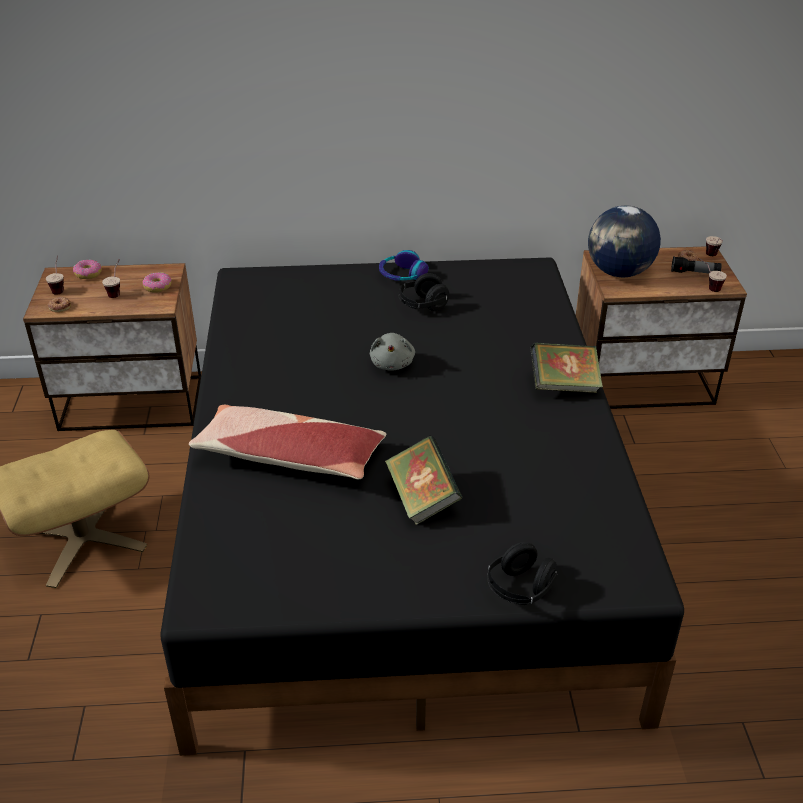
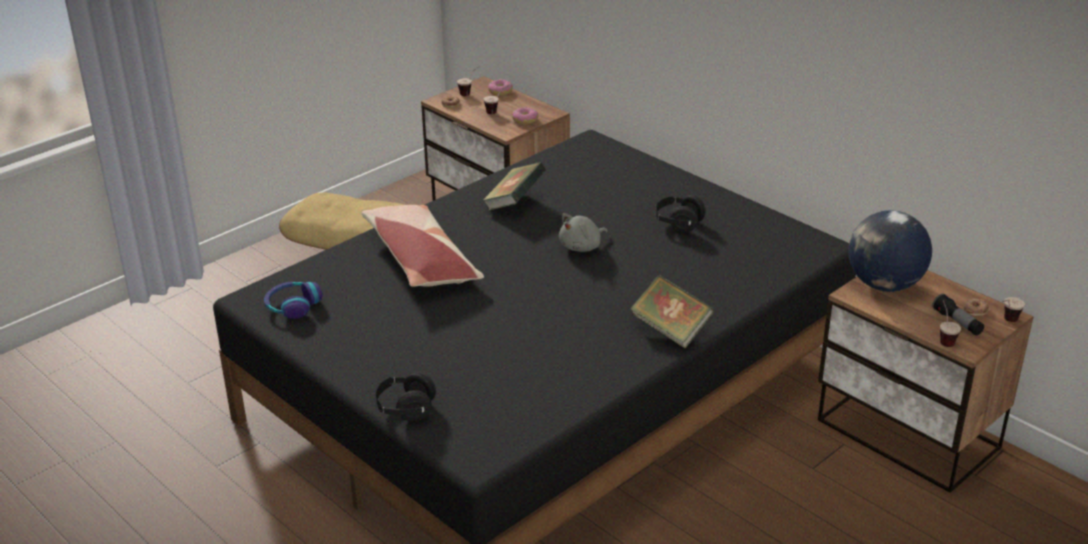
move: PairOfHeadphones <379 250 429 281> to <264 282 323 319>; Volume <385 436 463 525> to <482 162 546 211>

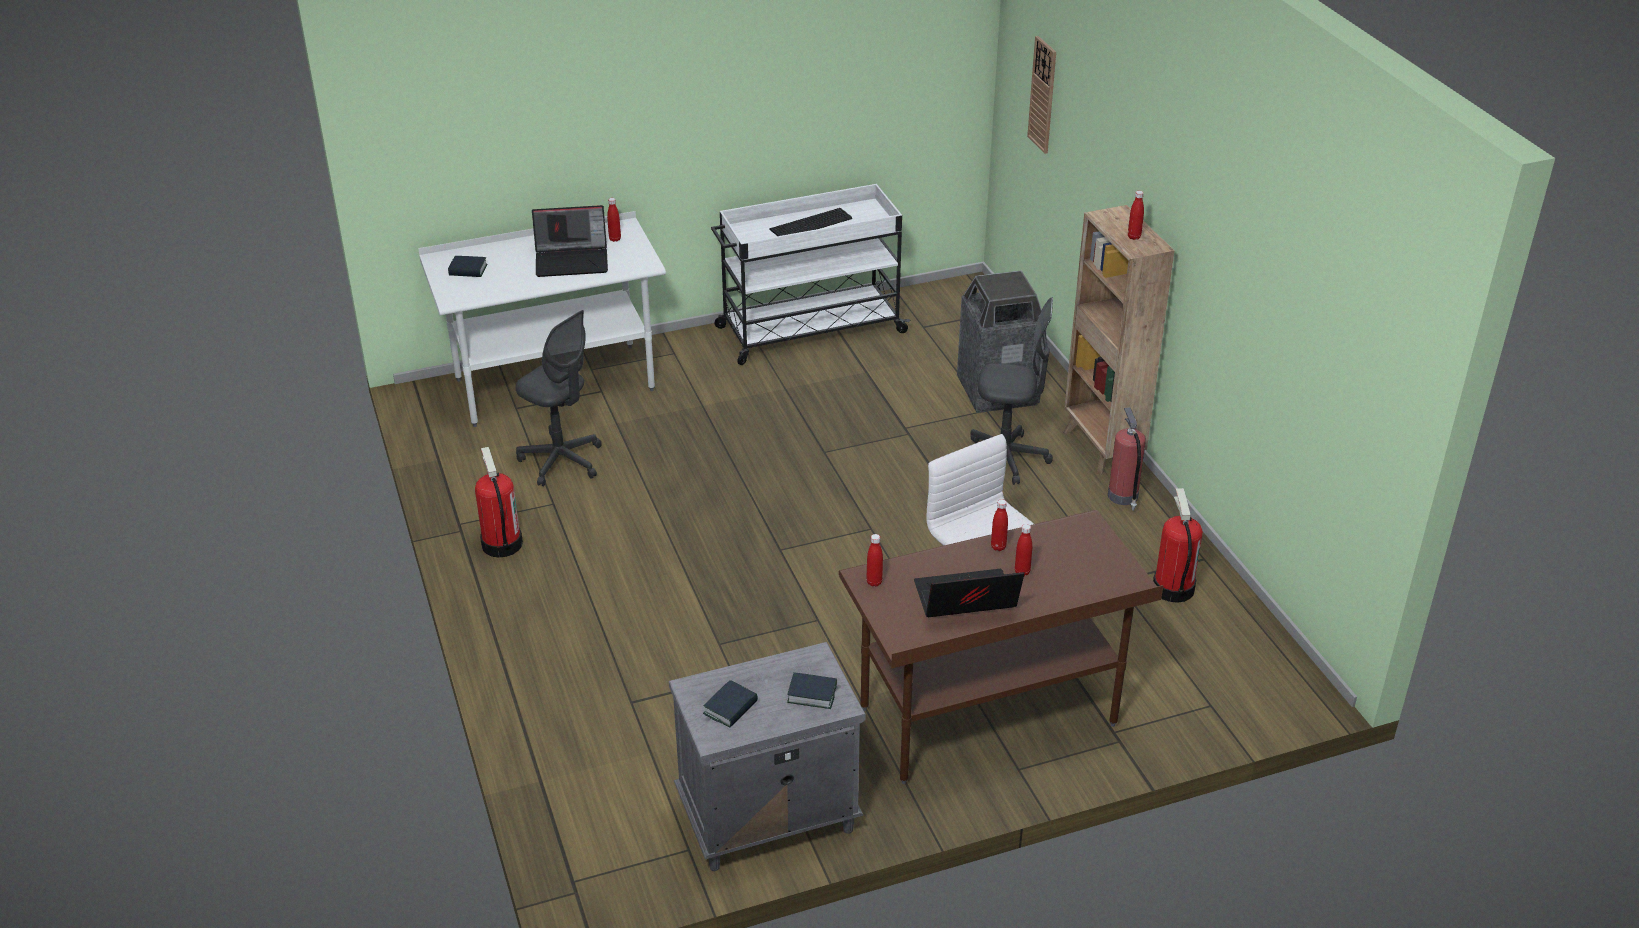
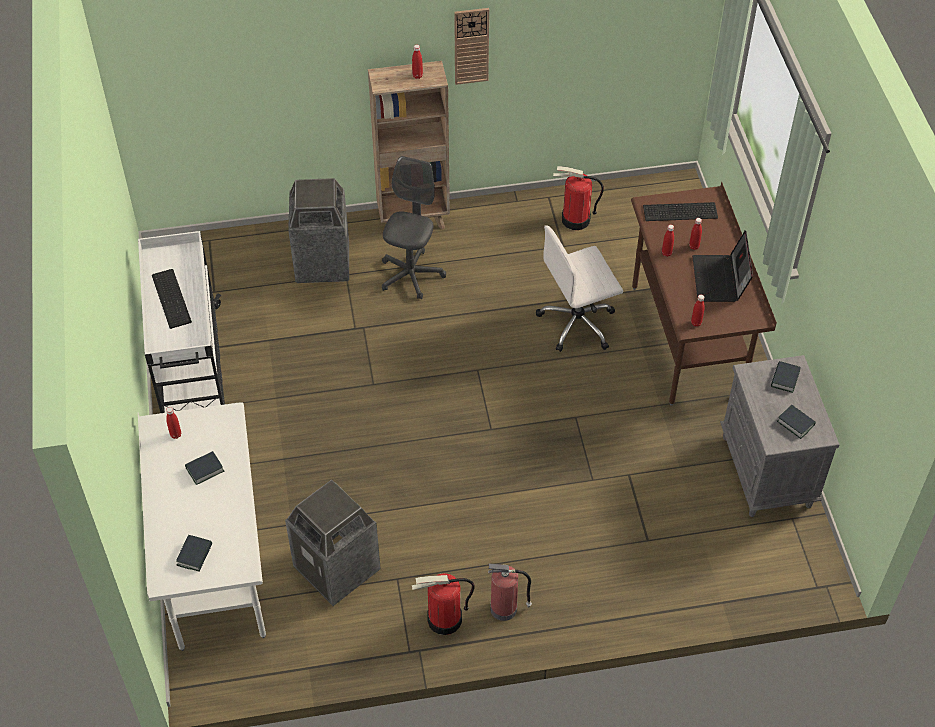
insert: Keyboard <643 202 718 221>
move: HangingClock <1027 36 1056 154> to <454 8 489 85>; FireExtinguisher <1108 407 1146 511> to <488 563 532 621>
replace: GreyishDeskChair <515 310 602 486> to RubbishBin <285 480 381 606>; PortableComputer <532 205 608 277> to Volume <185 451 224 485>

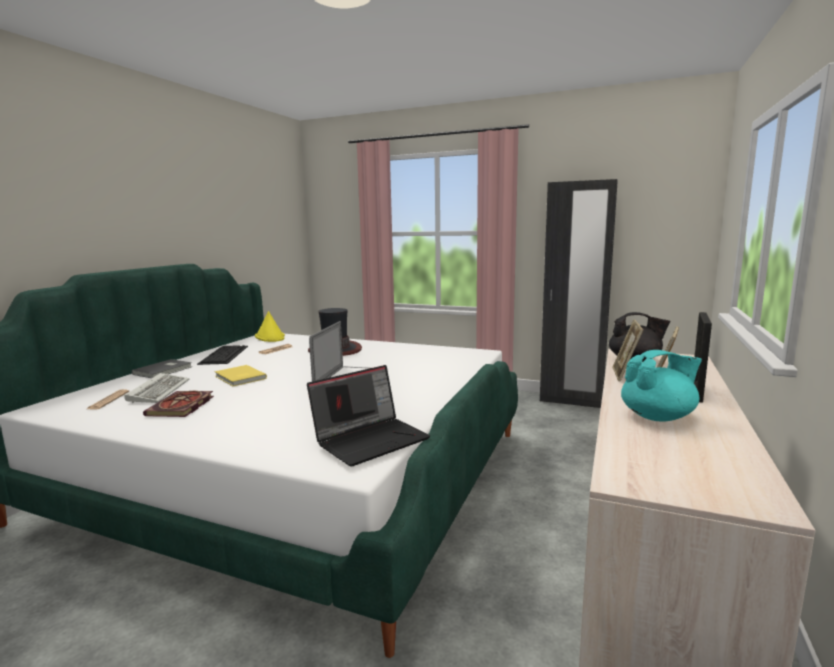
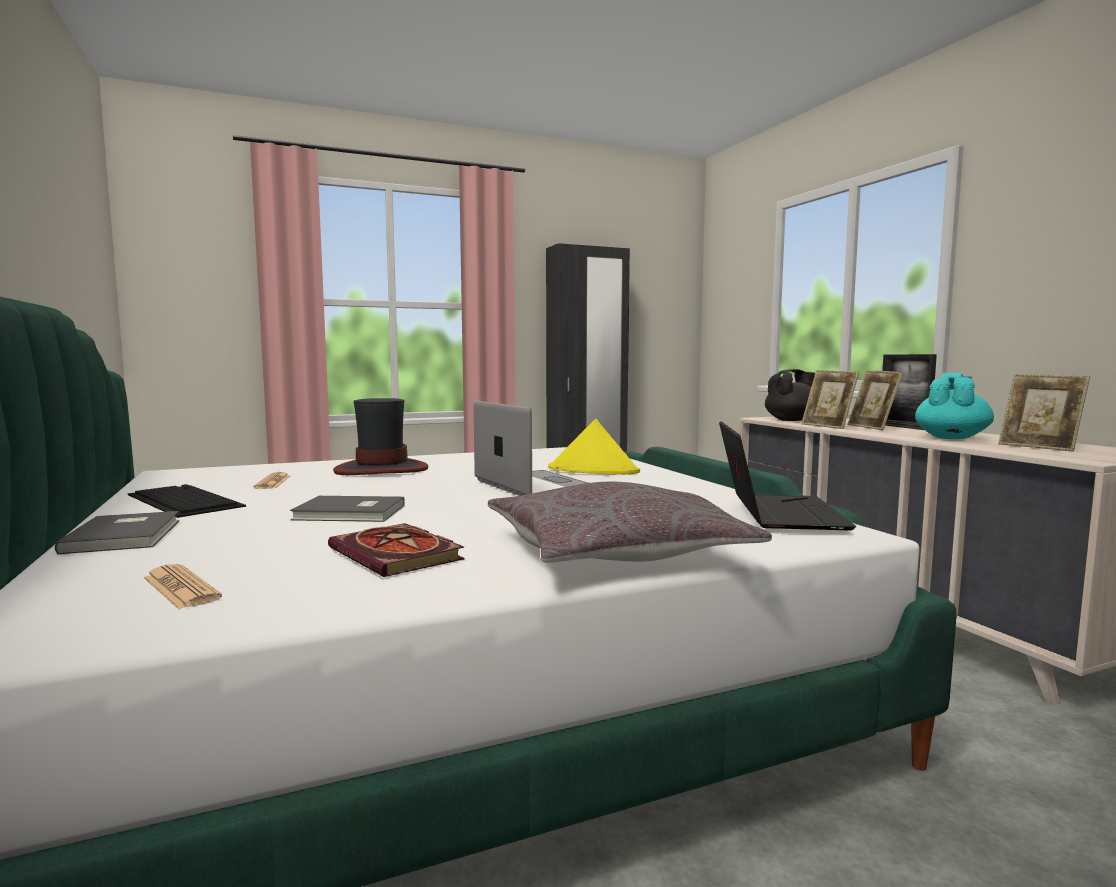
delete: Keyboard <124 373 190 403>
insert: GreyishThrowPillow <488 482 772 563>; StandingFrame <998 374 1090 452>
move: YellowColouredClothingHat <255 311 285 342> to <548 419 640 475>
recolor: YellowColouredVolume <214 365 267 386> to GreyishVolume <290 496 405 522>

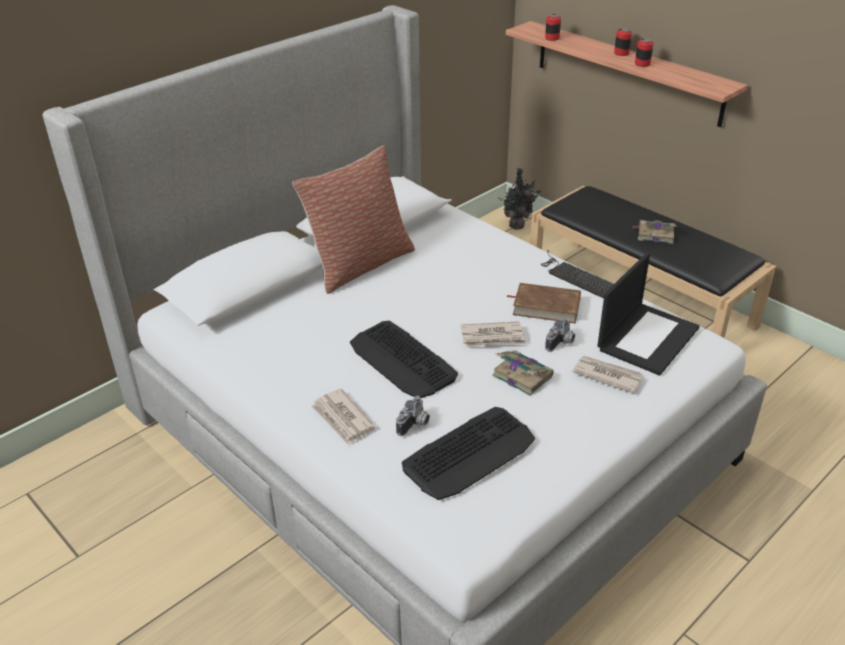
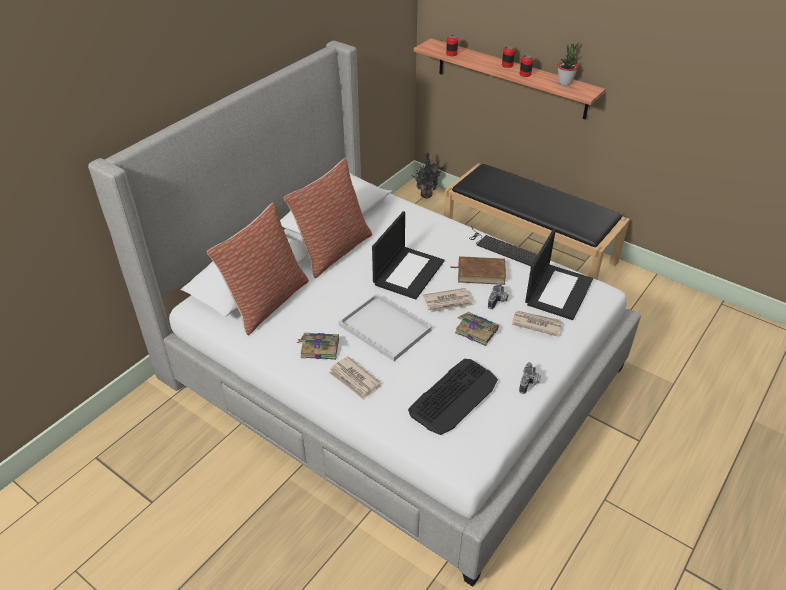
insert: ThrowPillow <207 202 309 335>; PortableComputer <372 211 444 300>; PottedPlant <557 42 579 85>
move: PhotoCamera <396 396 430 436> to <519 362 541 394>; Volume <633 220 677 244> to <296 333 339 360>
replace: Keyboard <350 321 458 398> to WhiteCarryingTray <338 293 432 361>

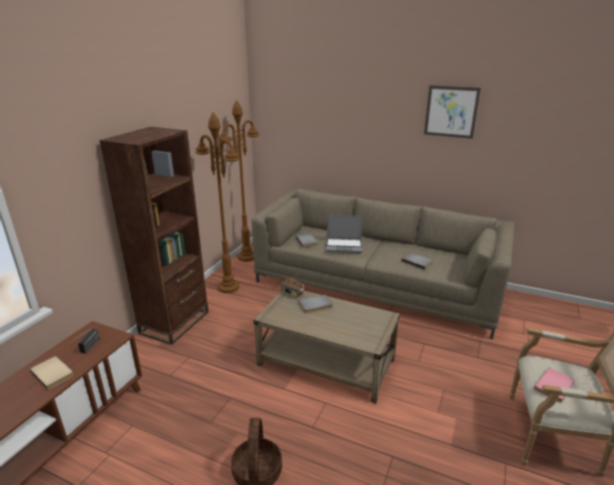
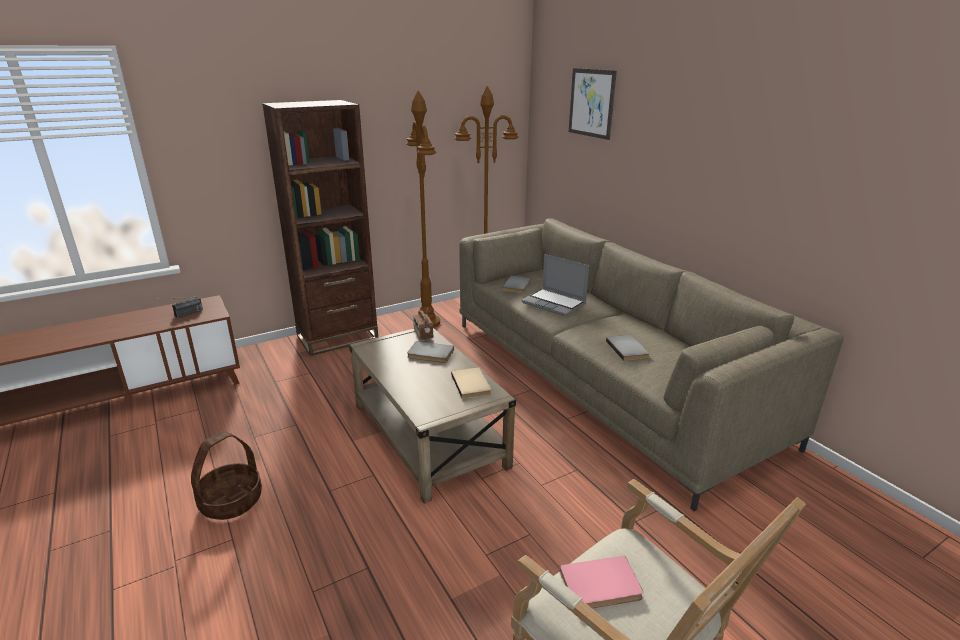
move: BeigeColouredVolume <30 356 73 390> to <451 367 491 399>; WallArt <424 85 481 139> to <569 68 617 140>

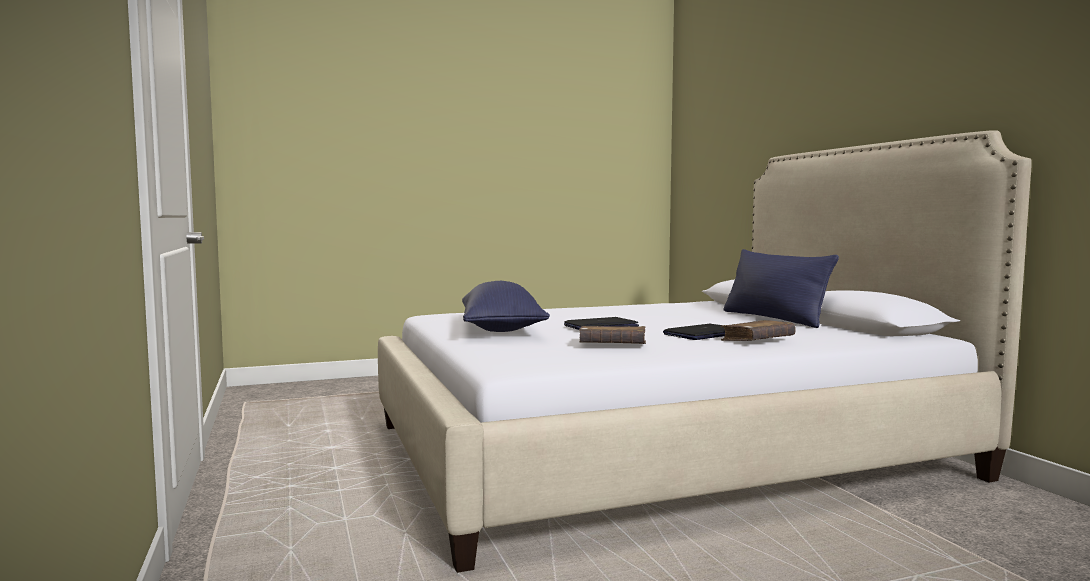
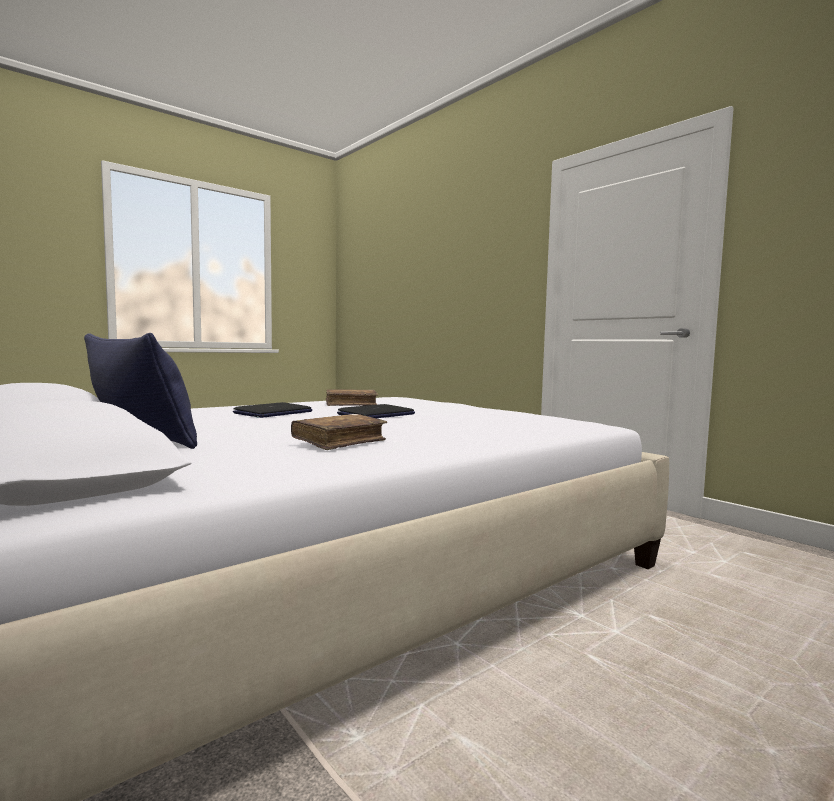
delete: BlueColouredThrowPillow <462 281 550 332>
move: BrownVolume <720 320 796 341> to <291 414 387 450>

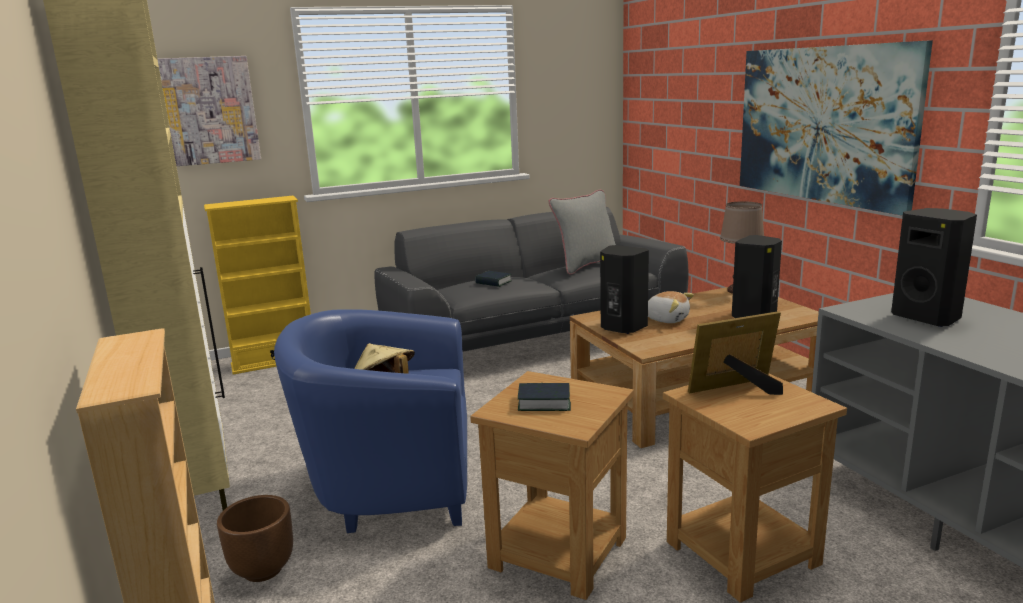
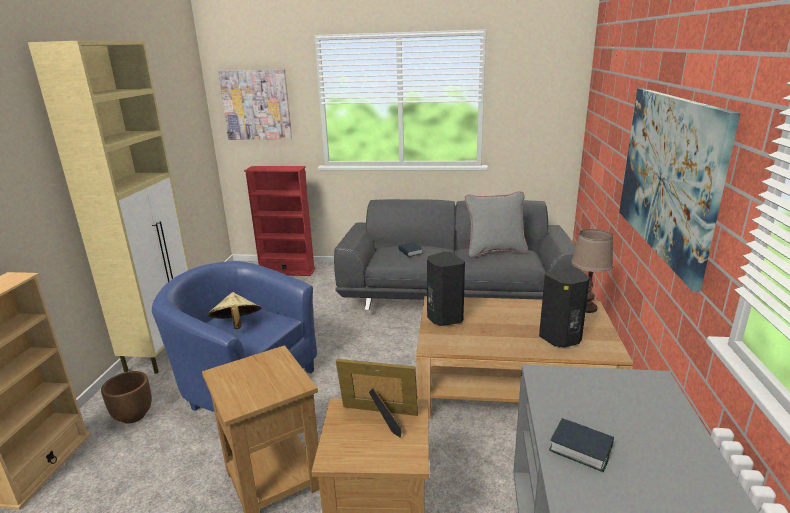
delete: PlushToy <648 291 694 323>; BlackishLoudspeaker <891 208 977 327>
move: Volume <518 383 571 411> to <549 418 614 472>
recolor: YellowColouredShelvingUnit <204 196 311 374> to ReddishShelvingUnit <244 166 315 276>

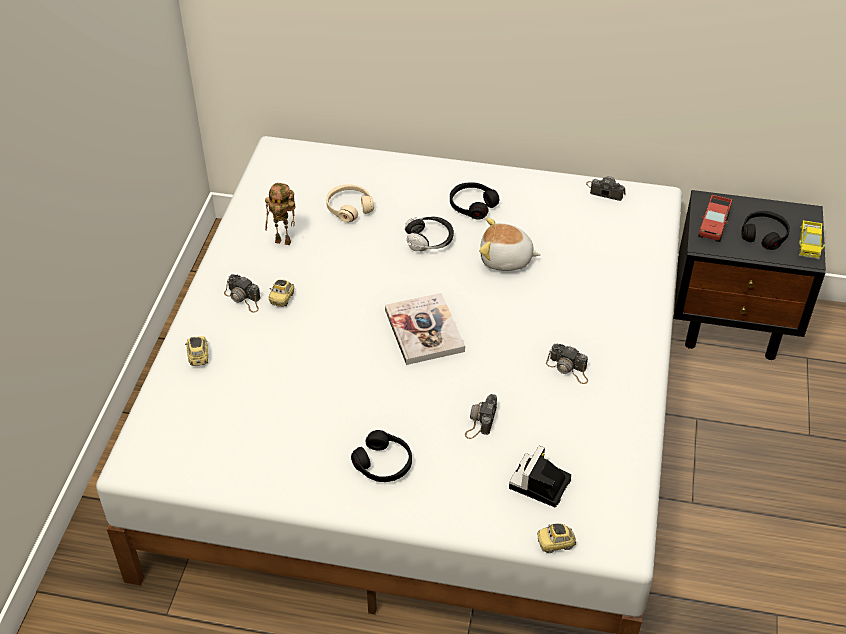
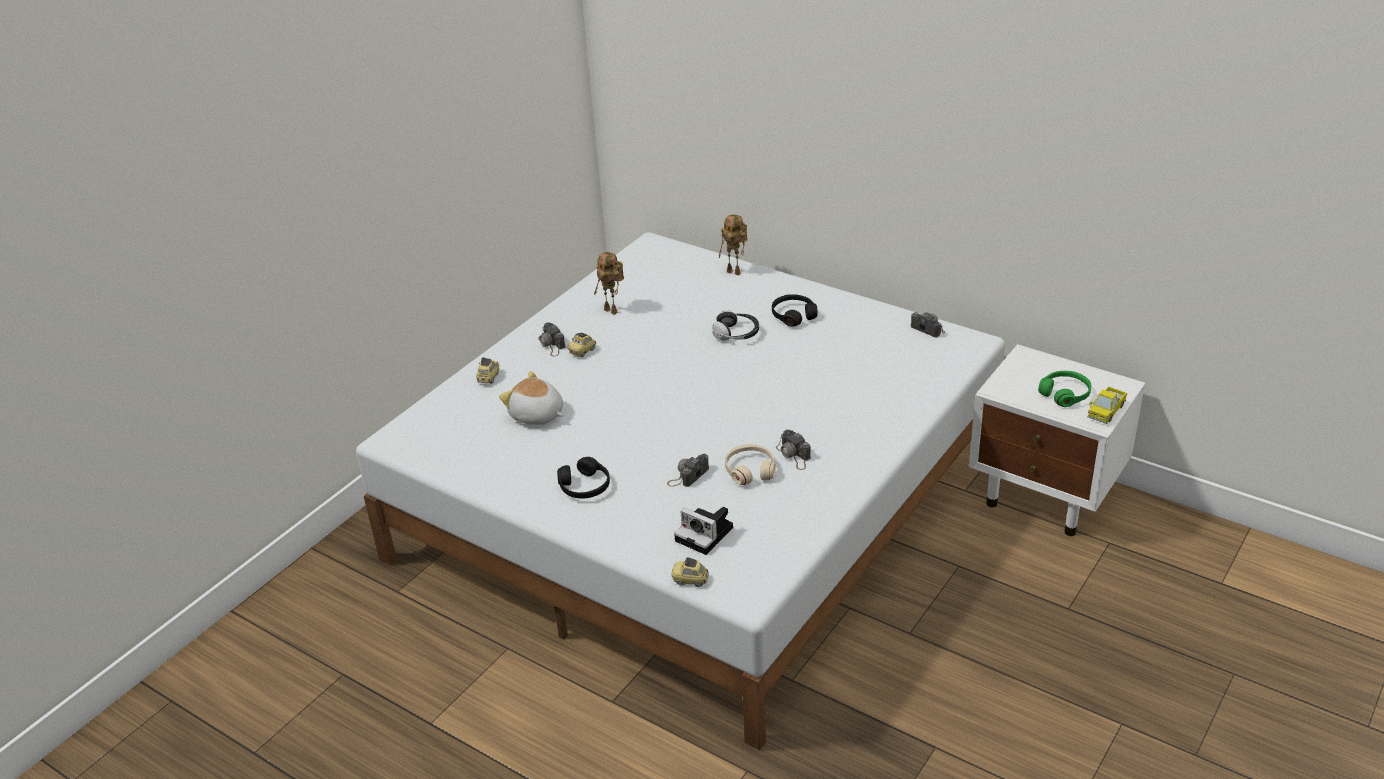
delete: Volume <385 293 465 365>; ModelTruck <698 195 732 242>
insert: RobotFigure <719 214 747 275>
move: BeigeColouredPairOfHeadphones <326 184 374 222> to <725 444 776 485>; PlushToy <479 218 541 271> to <499 371 563 425>
recolor: BlackishNightTable <674 190 826 360> to WhiteNightTable <969 344 1146 536>; BlackishPairOfHeadphones <741 211 790 250> to GreenishPairOfHeadphones <1038 371 1091 407>
rotate: PhotoCamera <509 446 571 507> = <674 507 733 555> 105 degrees counterclockwise

